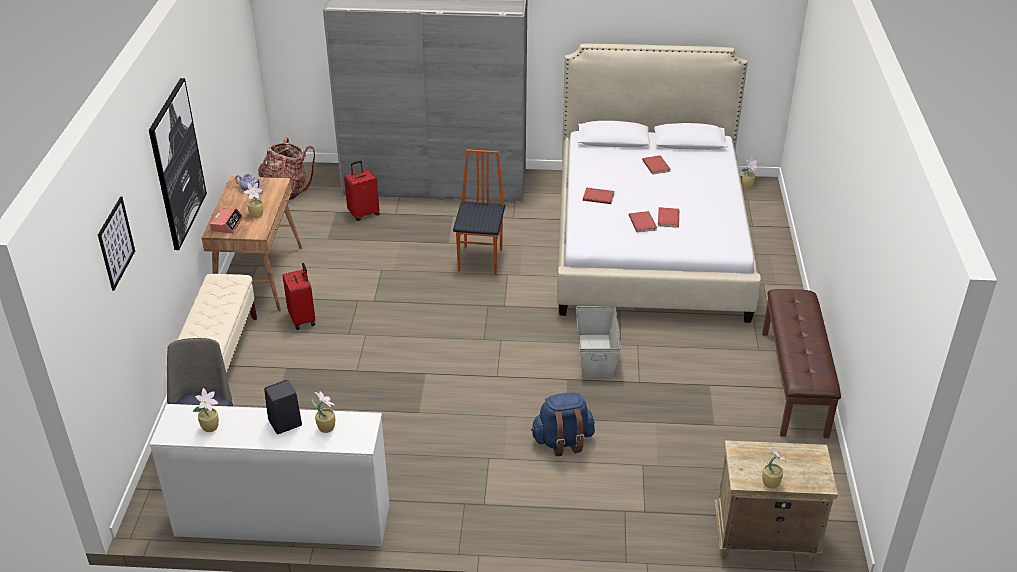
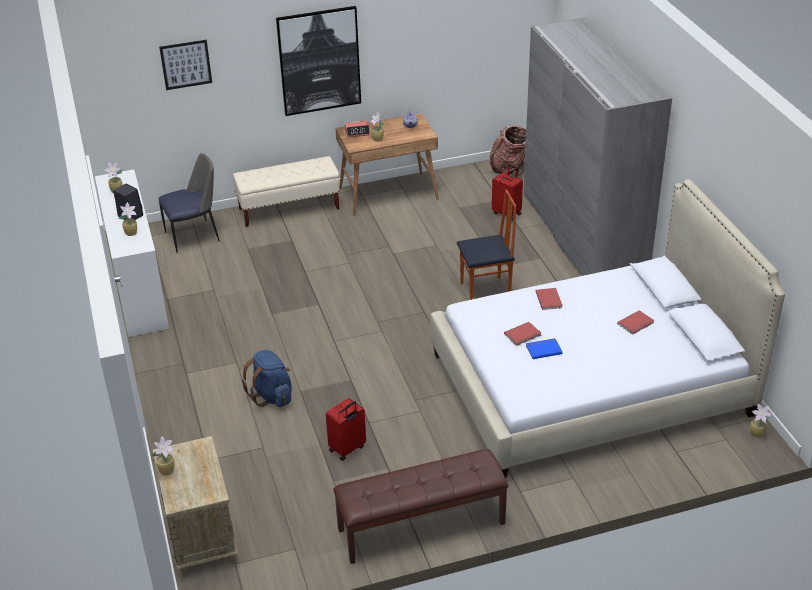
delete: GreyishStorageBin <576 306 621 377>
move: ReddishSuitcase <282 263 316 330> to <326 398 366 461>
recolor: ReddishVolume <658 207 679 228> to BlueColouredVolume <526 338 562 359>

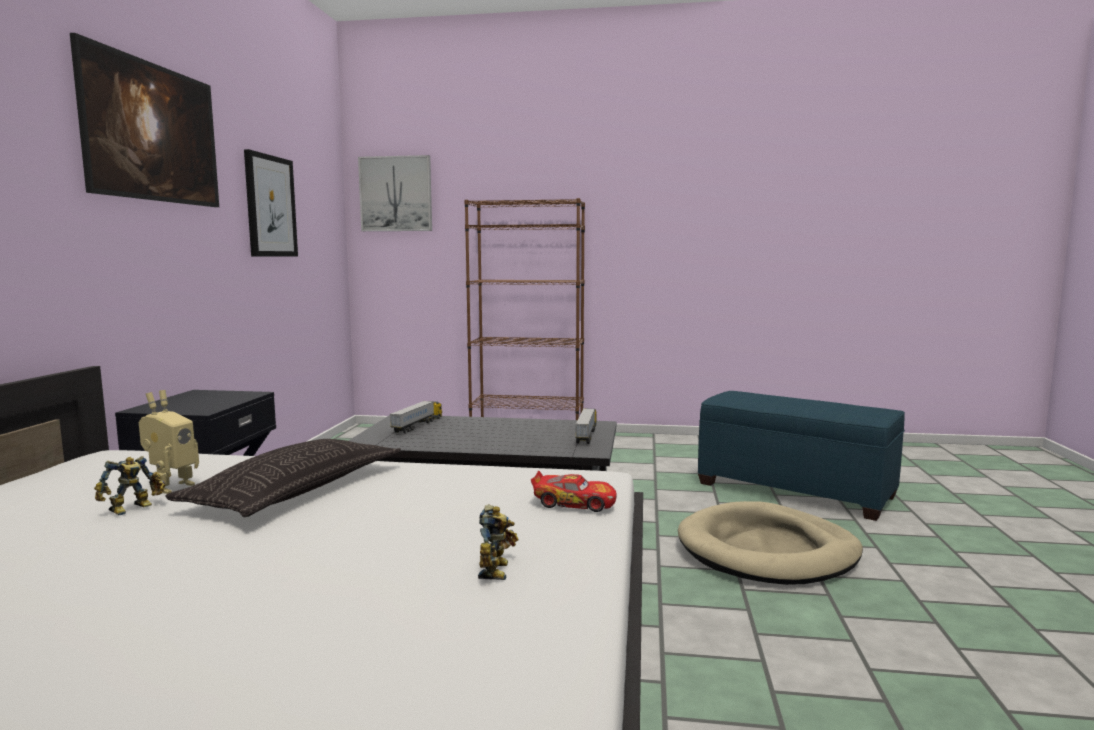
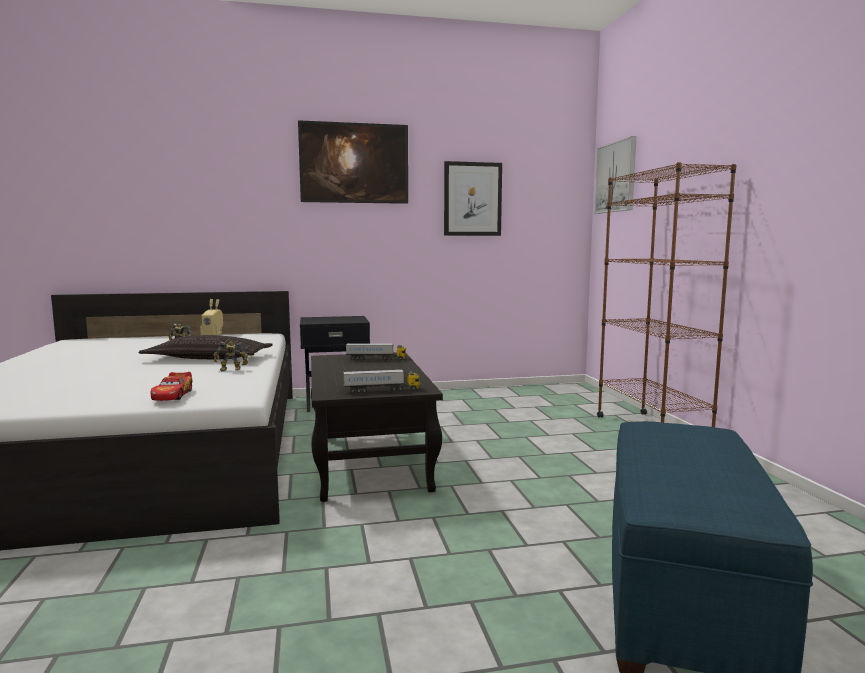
delete: BeigeColouredDogCushion <678 501 863 585>
move: RobotFigure <478 504 518 580> to <213 341 248 371>

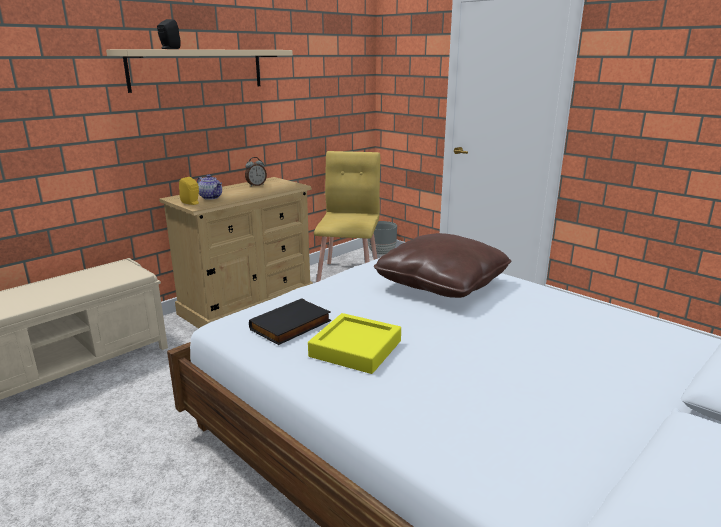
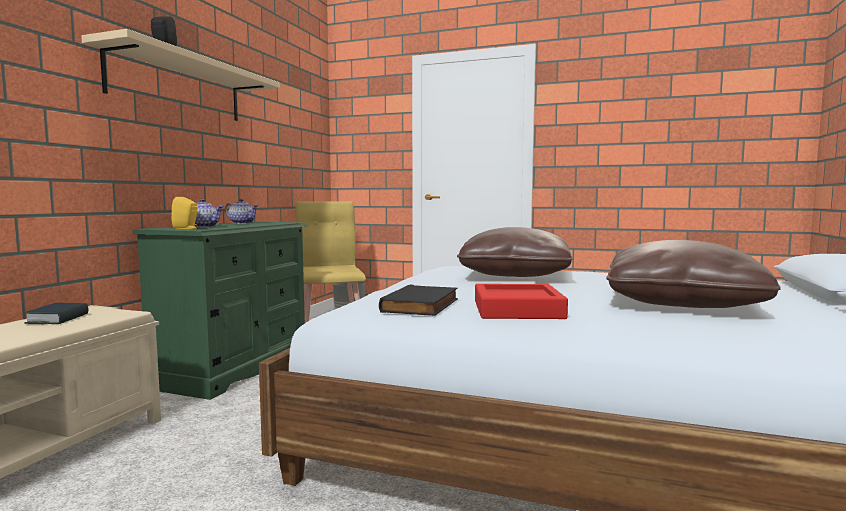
insert: Volume <24 303 89 324>; BrownThrowPillow <606 240 781 308>
replace: BedsideClock <245 157 267 187> to TeaPot <225 199 259 224>
recolor: BeigeColouredDrawerChest <159 177 313 329> to GreenishDrawerChest <132 222 307 400>; YellowColouredCarryingTray <308 313 401 374> to ReddishCarryingTray <475 284 568 319>

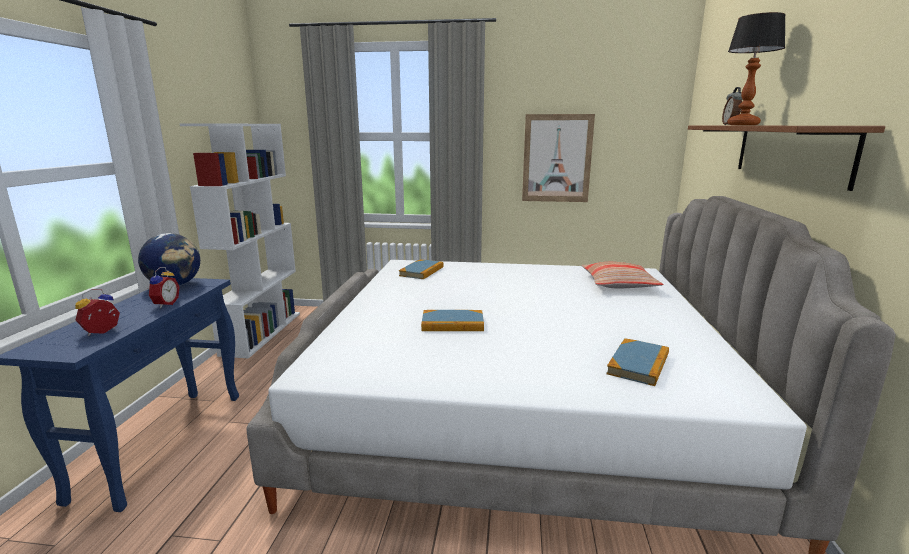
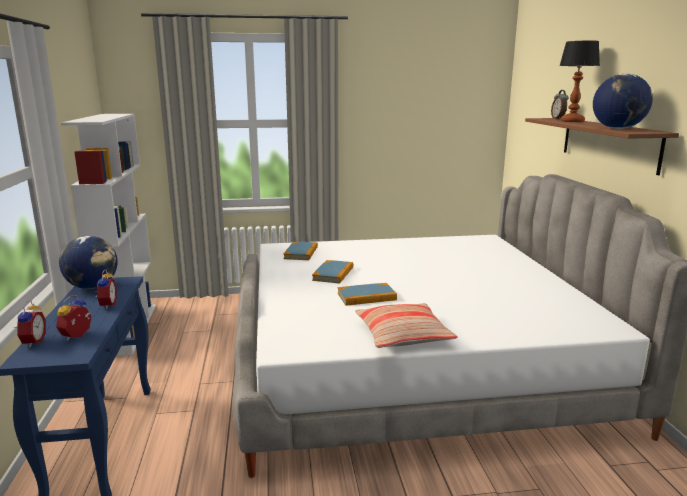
delete: WallArt <522 114 595 202>
insert: BedsideClock <17 301 46 347>; DeskGlobe <593 74 653 129>
move: ThrowPillow <582 262 664 289> to <355 303 458 348>; Volume <606 338 669 386> to <312 260 353 284>

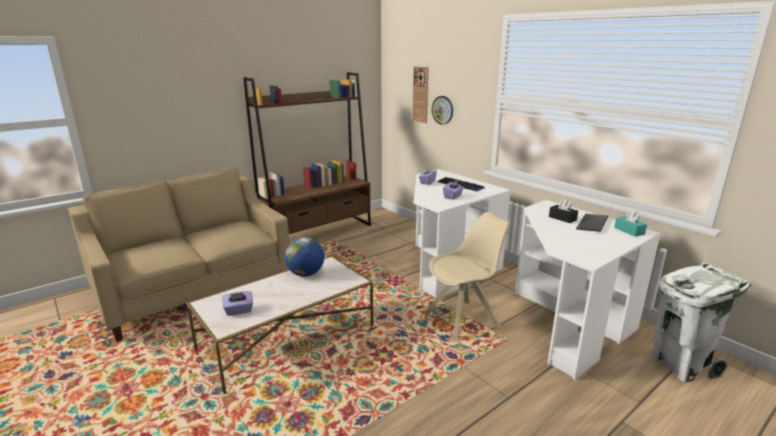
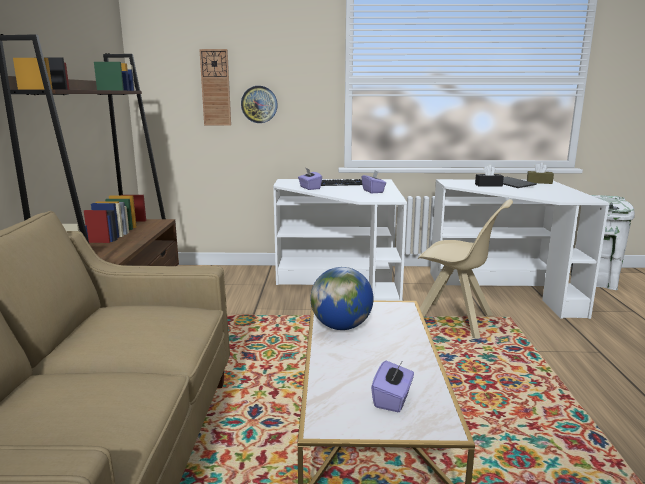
recolor: TurquoiseColouredBoxOfTissues <614 211 647 237> to BrownBoxOfTissues <527 162 554 184>
rotate: BeigeColouredUprightChair <424 212 509 342> = <418 199 513 339> 105 degrees clockwise

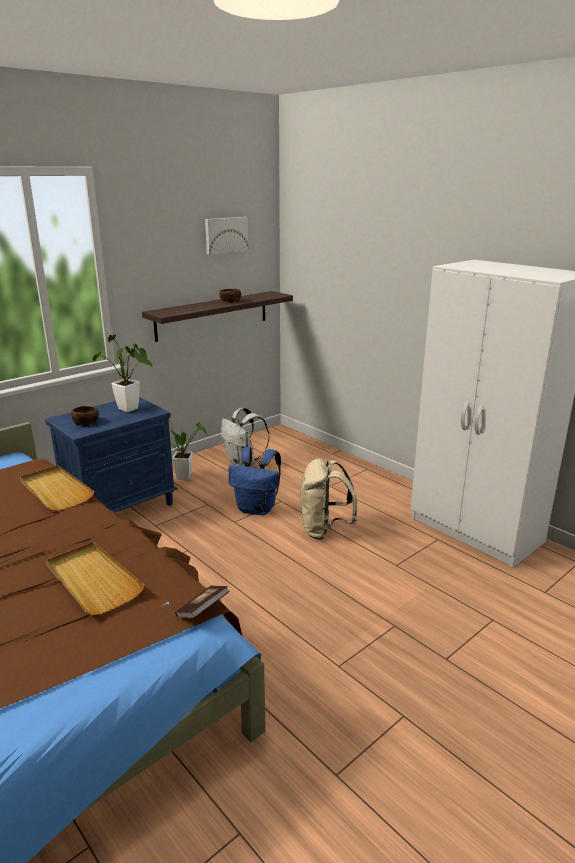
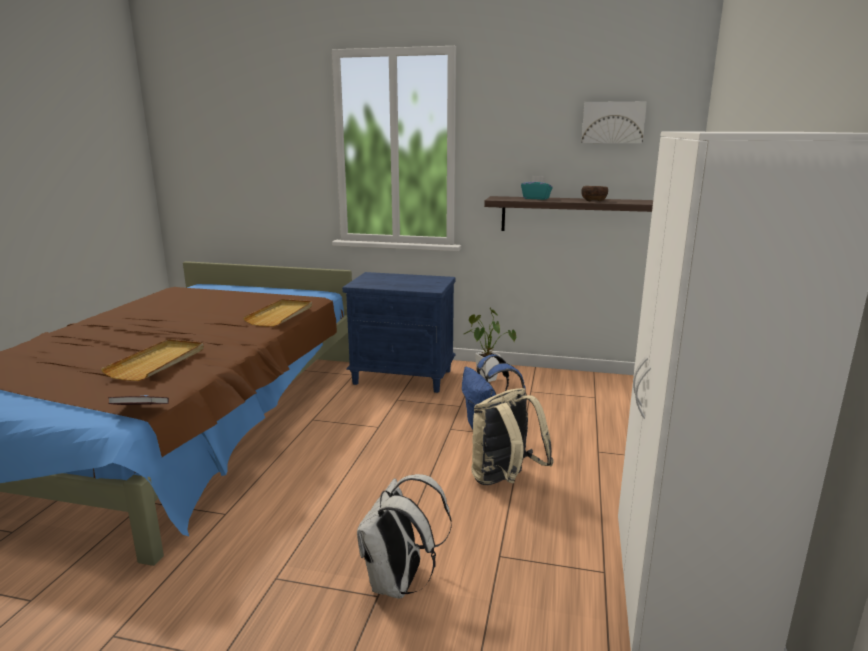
delete: BrownDeepDish <71 406 99 426>; PottedPlant <93 335 154 412>
insert: TurquoiseColouredBoxOfTissues <521 176 553 200>
move: WhiteBackpack <221 408 270 466> to <357 474 452 599>

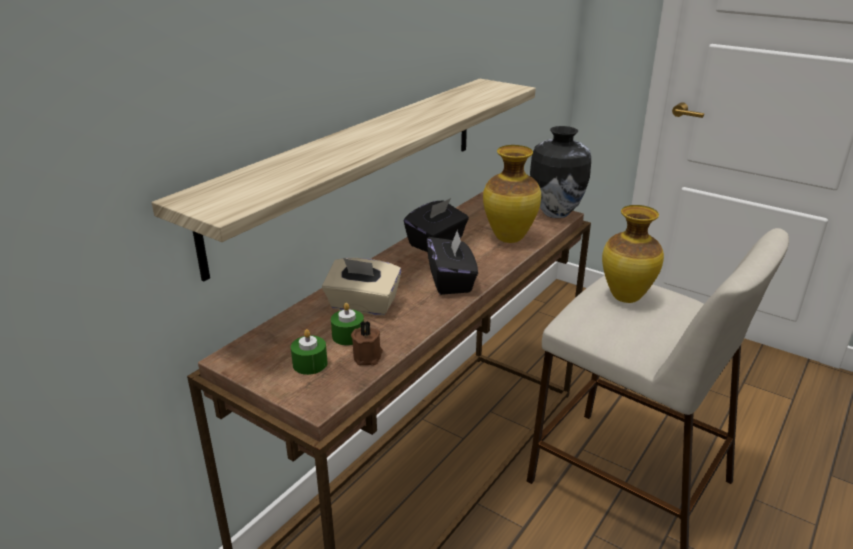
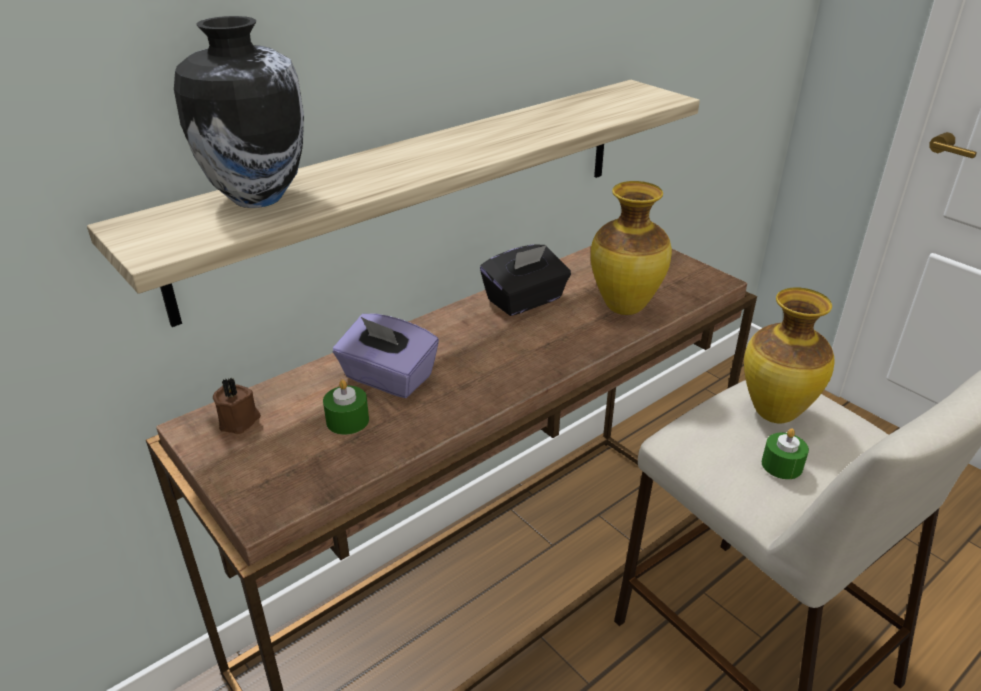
delete: BlackishBoxOfTissues <427 229 478 295>
move: GreenishWaxLight <291 329 327 375> to <762 428 809 479>; BrownWaxLight <351 321 383 365> to <213 378 261 434>; FlowerVase <530 126 591 218> to <174 16 304 208>
recolor: BeigeColouredBoxOfTissues <322 258 401 316> to PurpleBoxOfTissues <333 314 439 398>

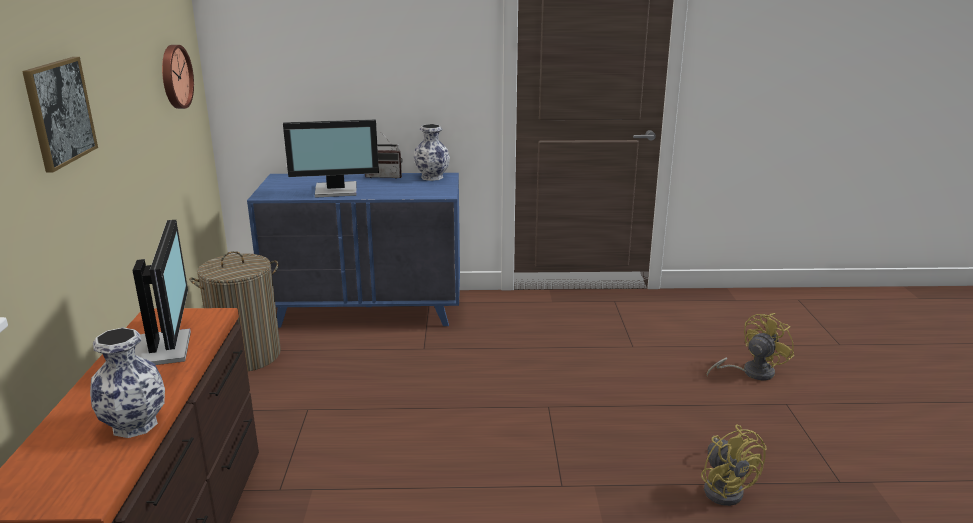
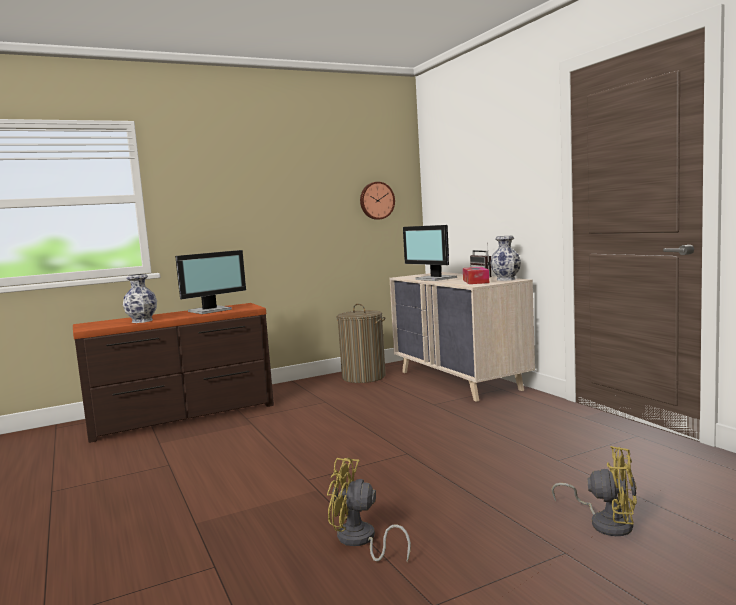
delete: WallArt <22 57 98 173>
insert: BoxOfTissues <463 267 489 284>
recolor: BlueColouredDrawerChest <247 173 460 328> to BeigeColouredDrawerChest <389 272 535 402>
rotate: YellowColouredCoolingFan <701 424 767 506> = <327 458 411 562> 60 degrees clockwise

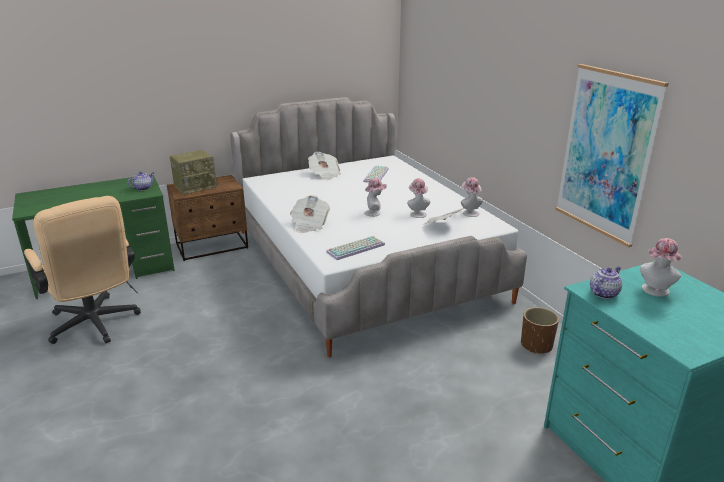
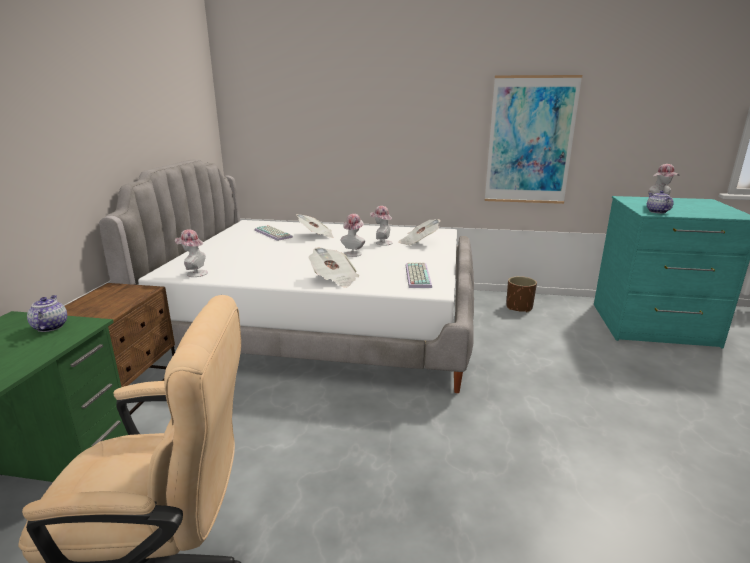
delete: RadioReceiver <170 150 219 195>
move: PrintedPaper <308 152 341 181> to <296 214 334 238>; ClothingHat <461 177 483 217> to <175 229 208 277>

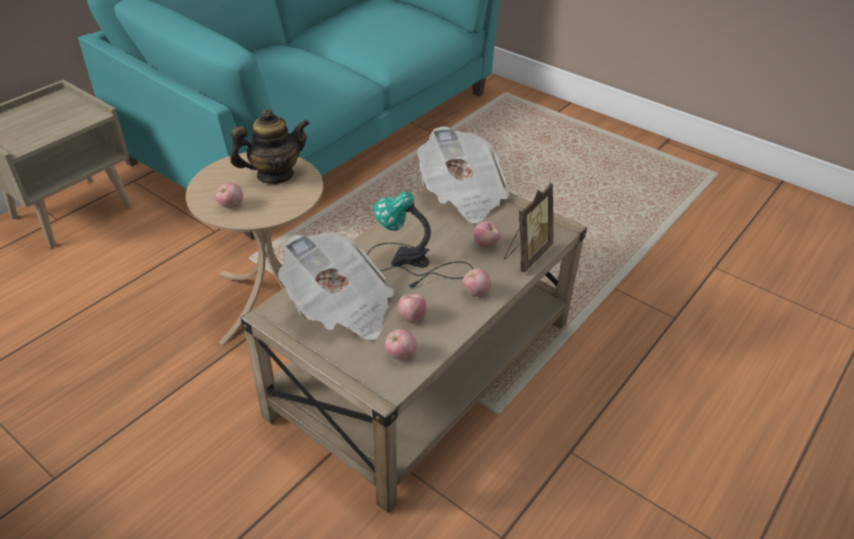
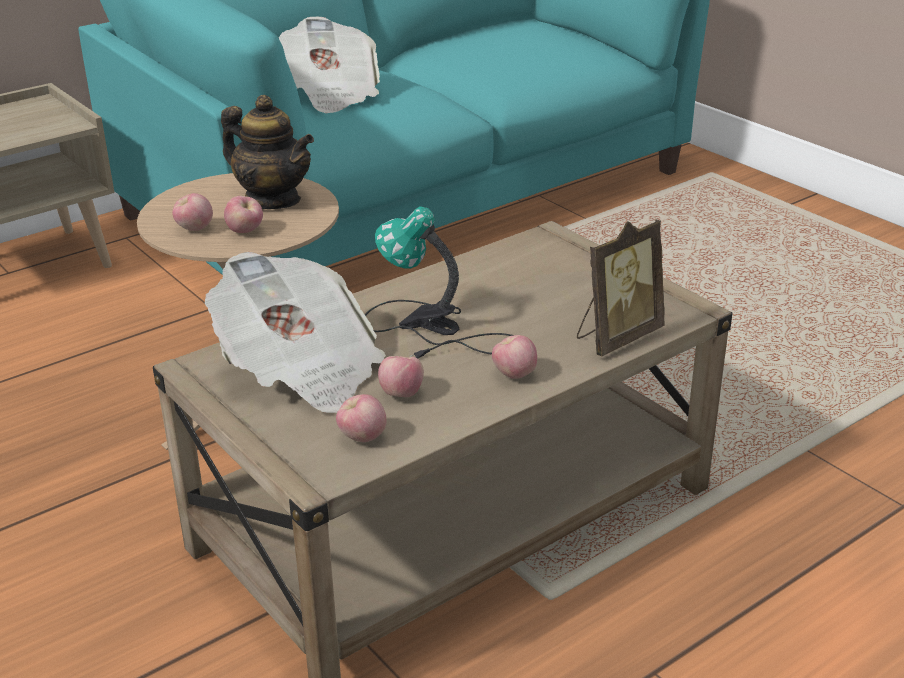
move: PrintedPaper <417 126 509 223> to <279 16 380 113>; AppleFruit <474 221 501 247> to <224 196 263 233>
rotate: TeaPot <230 108 310 184> = <221 95 314 209> 45 degrees clockwise

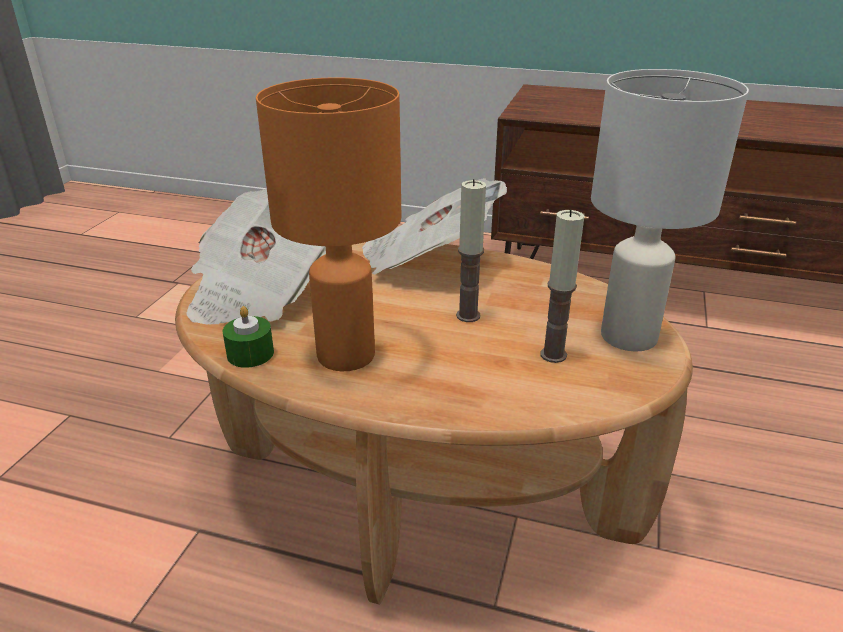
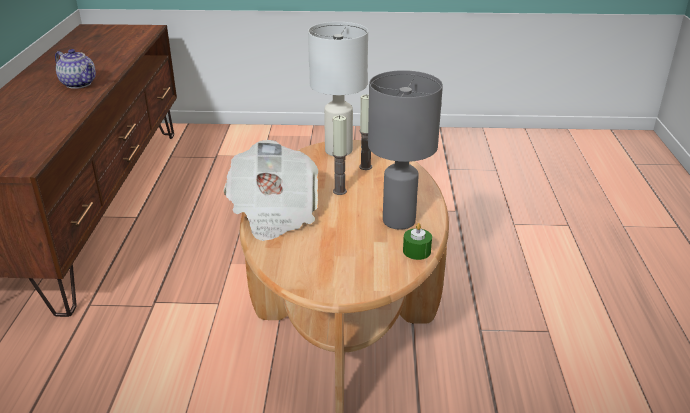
delete: PrintedPaper <186 189 326 325>
insert: TeaPot <55 49 96 89>
recolor: OrangeLampForATable <256 77 401 371> to GreyishLampForATable <368 70 443 230>

